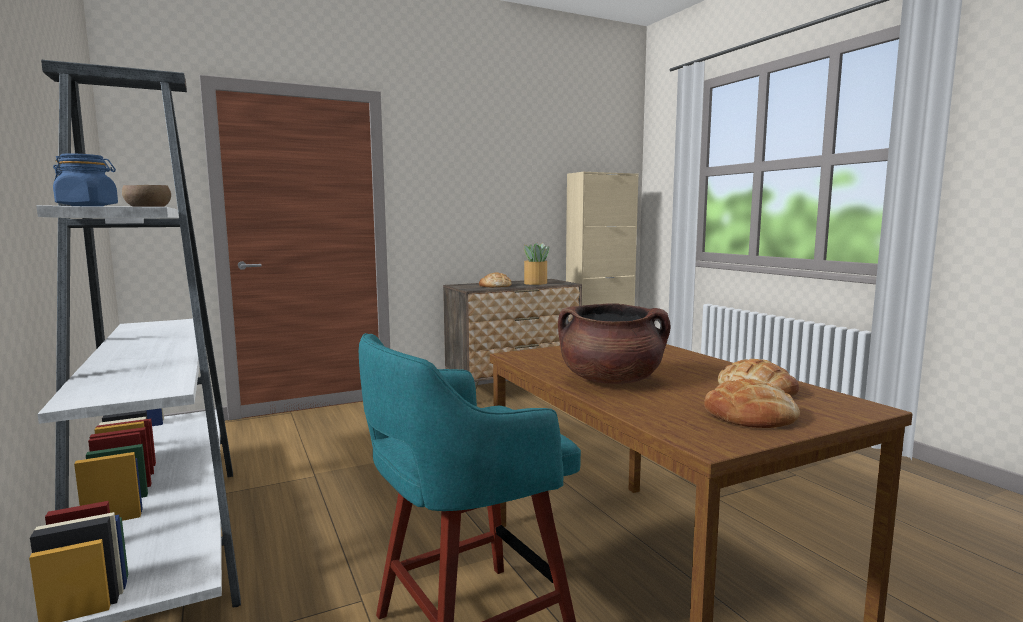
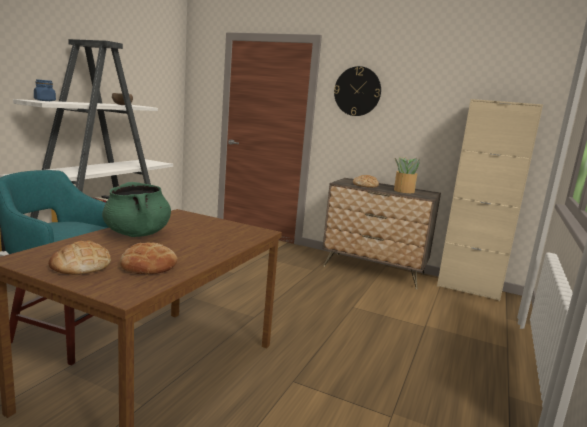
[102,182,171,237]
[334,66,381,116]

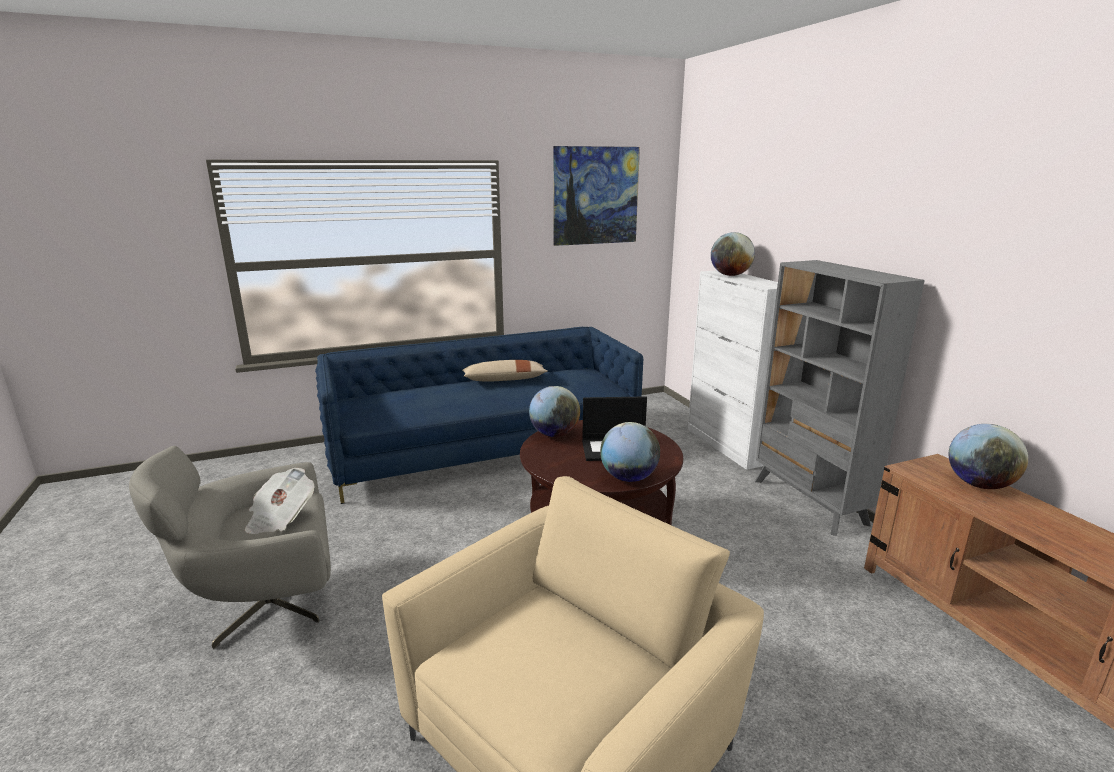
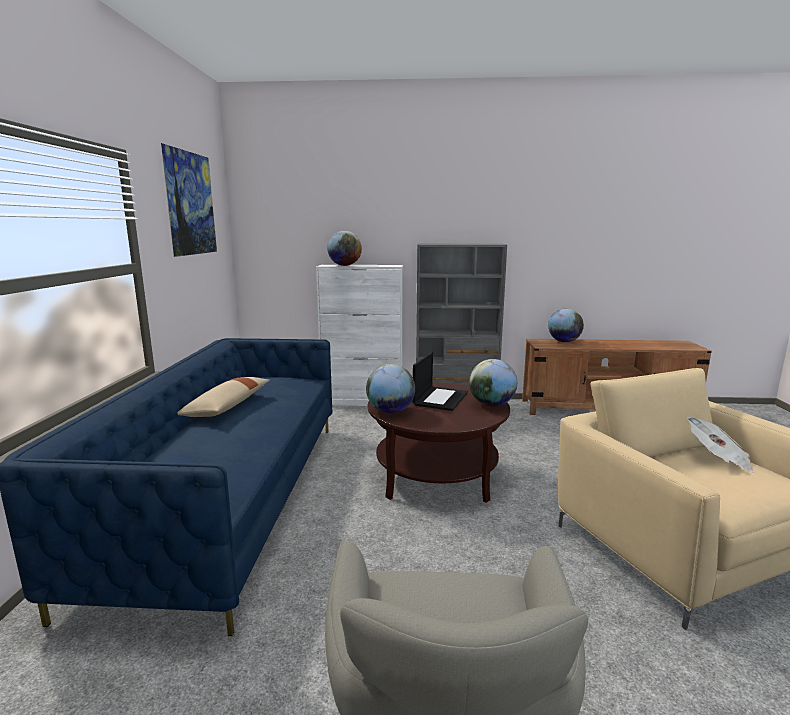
[687,416,754,473]

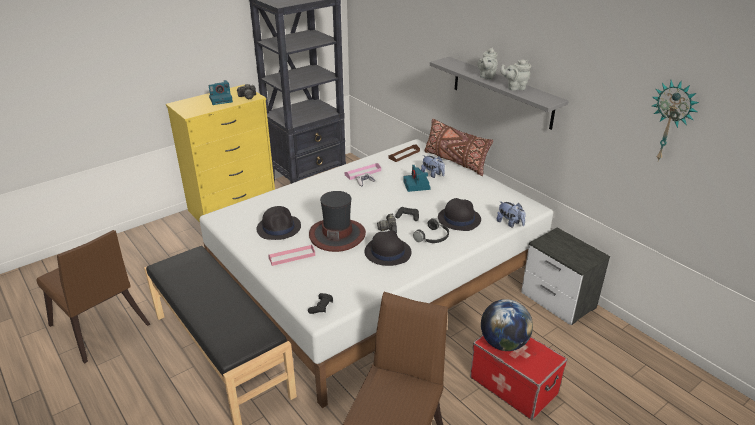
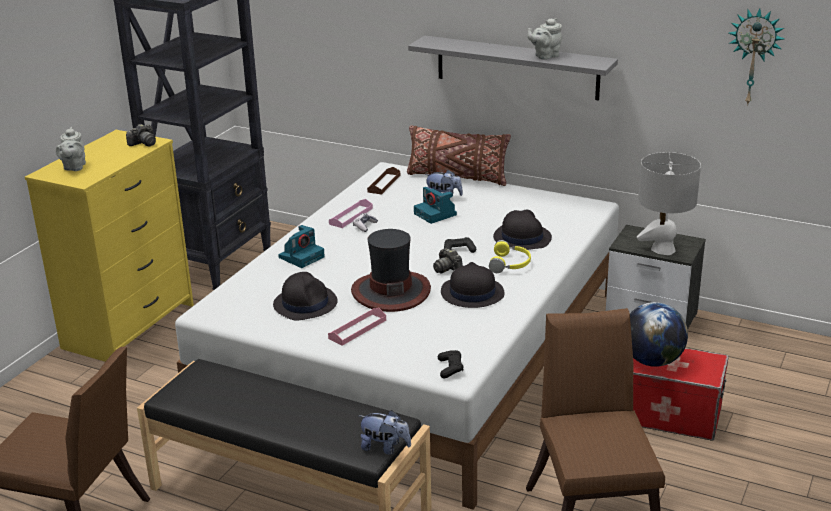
[56,127,86,171]
[278,225,325,268]
[359,410,411,455]
[489,240,531,273]
[637,152,701,255]

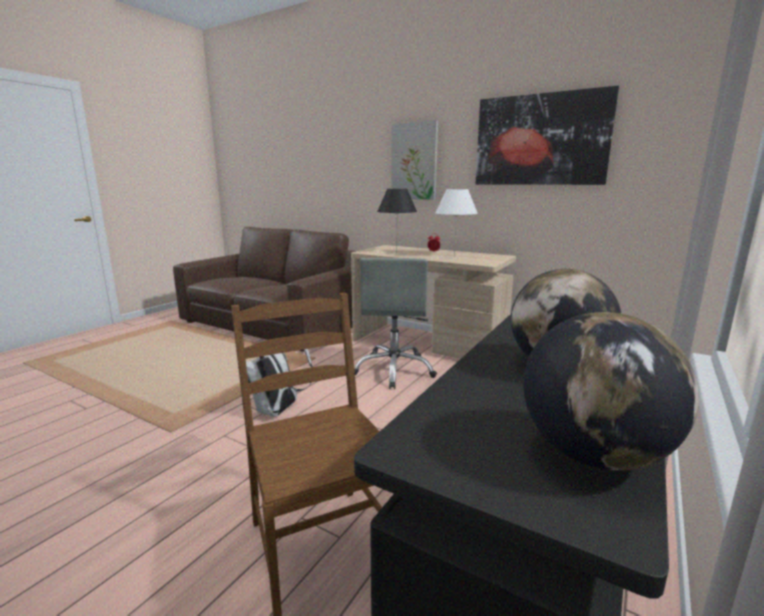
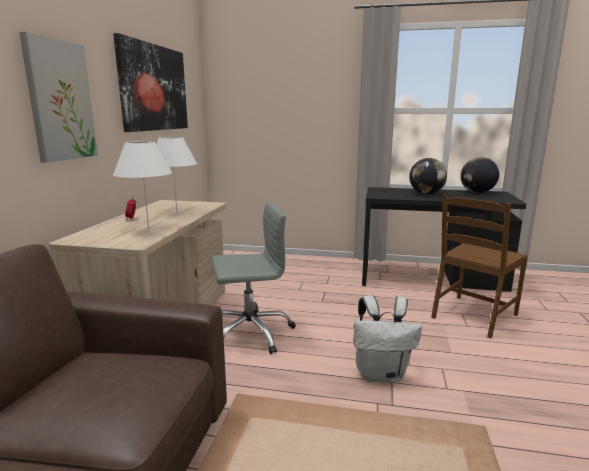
[113,141,172,230]

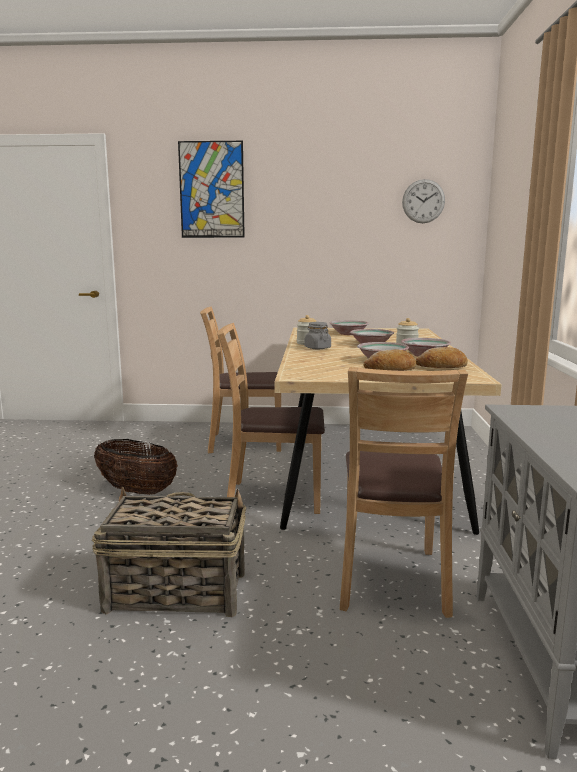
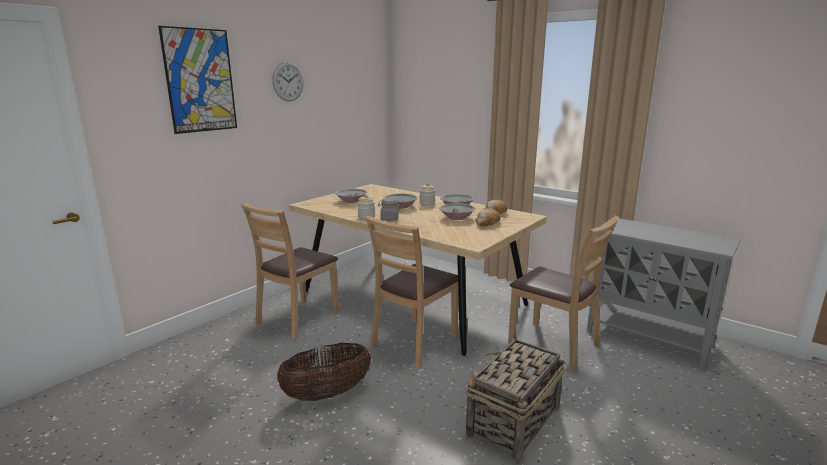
[272,62,304,101]

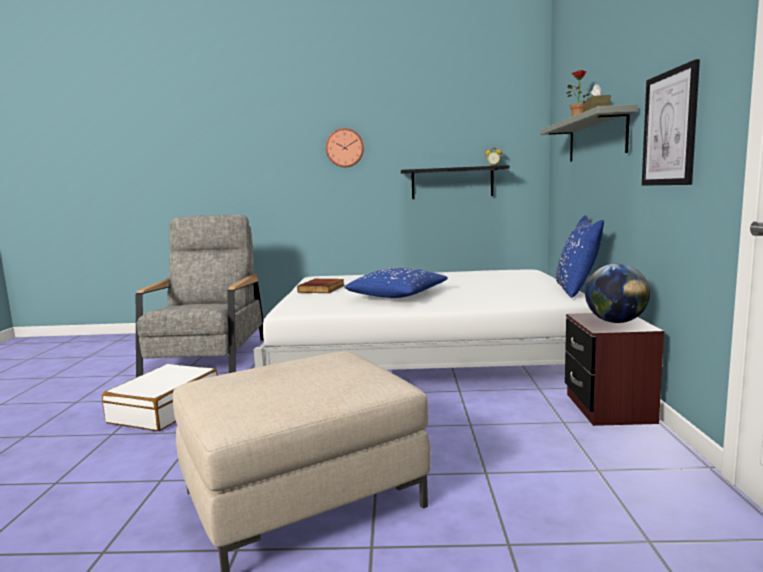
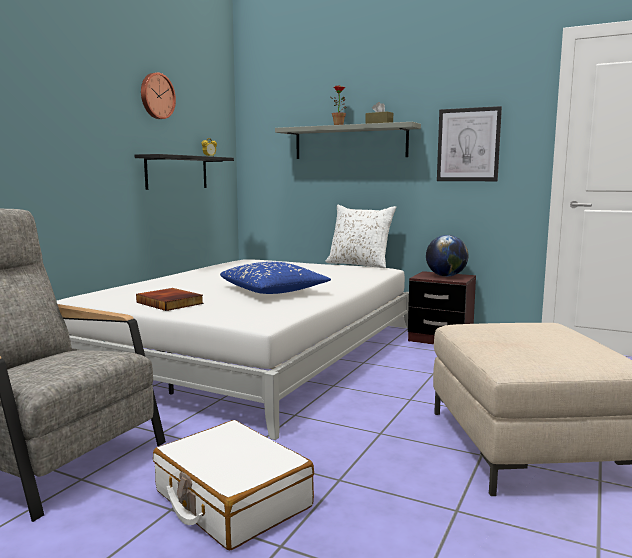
[141,72,176,119]
[325,205,396,268]

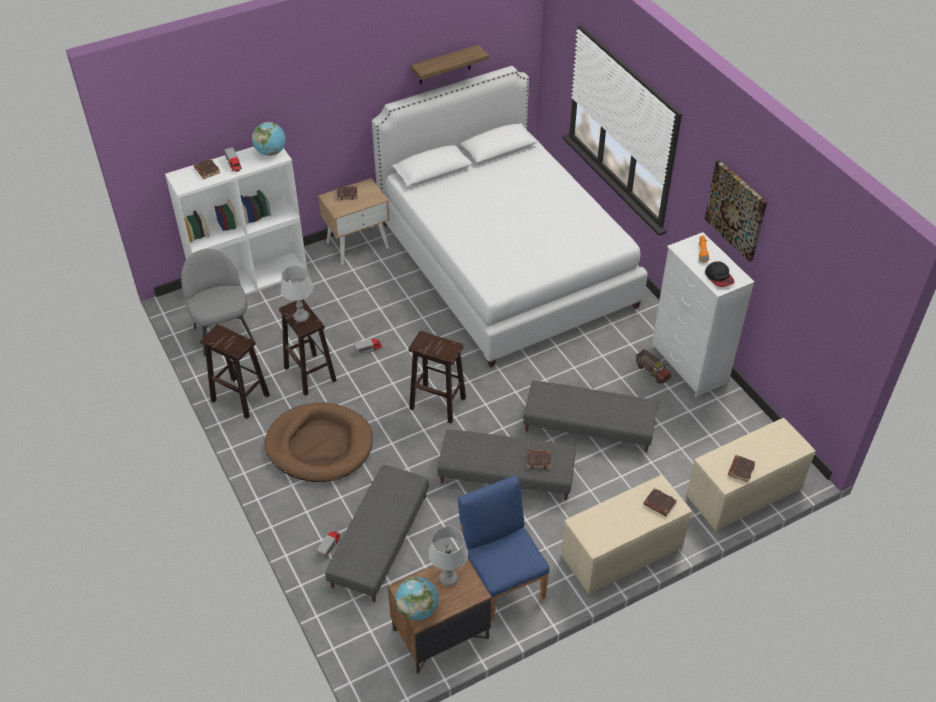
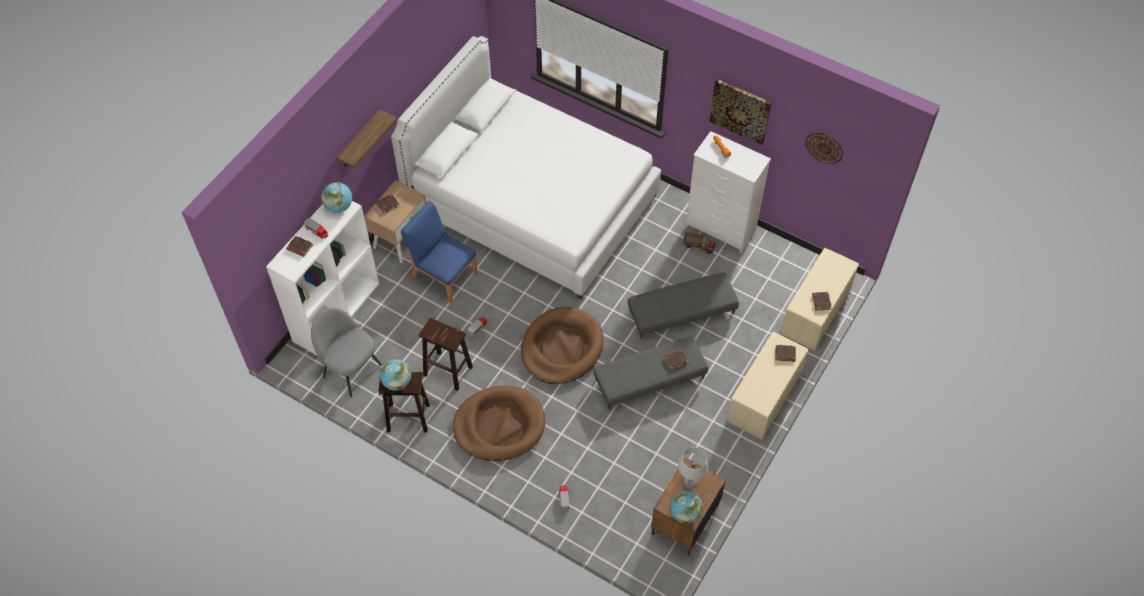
[336,110,397,168]
[380,359,411,390]
[401,201,478,304]
[521,306,604,384]
[805,132,843,164]
[281,266,314,322] (first image)
[325,465,429,602] (first image)
[705,262,735,287] (first image)

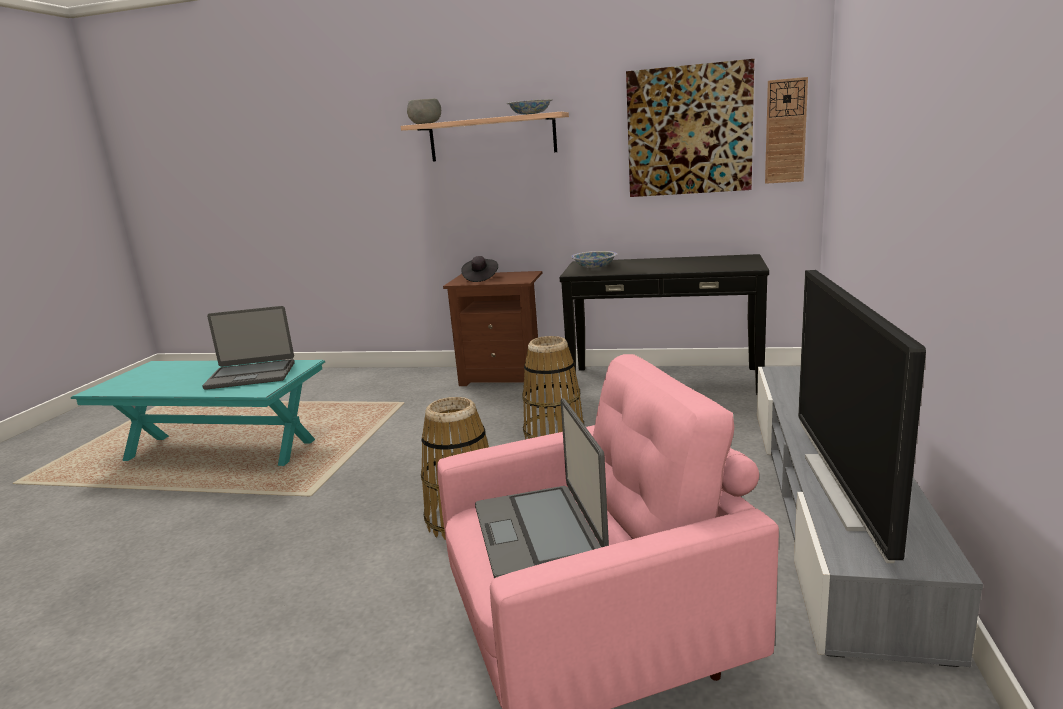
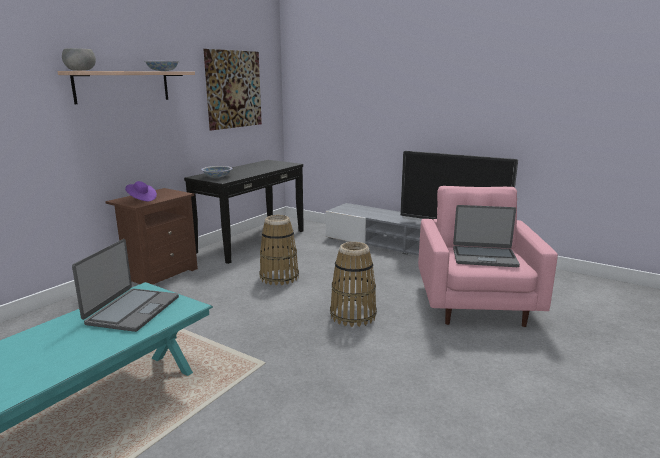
[125,181,157,201]
[765,77,808,184] (first image)

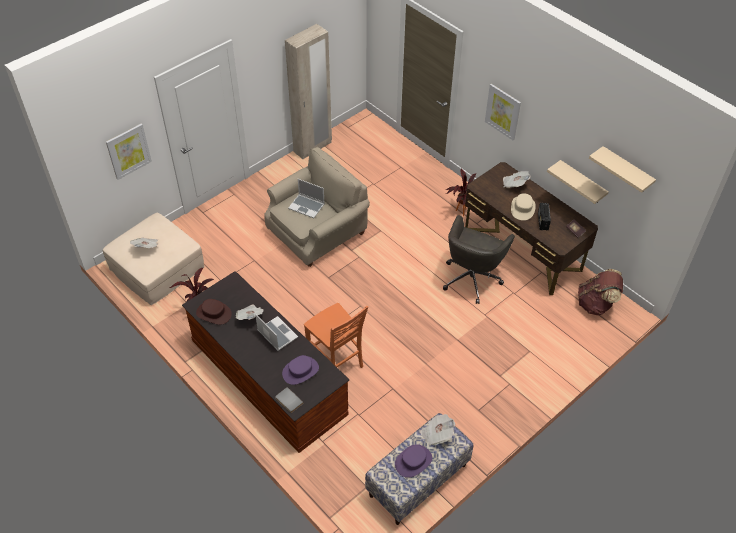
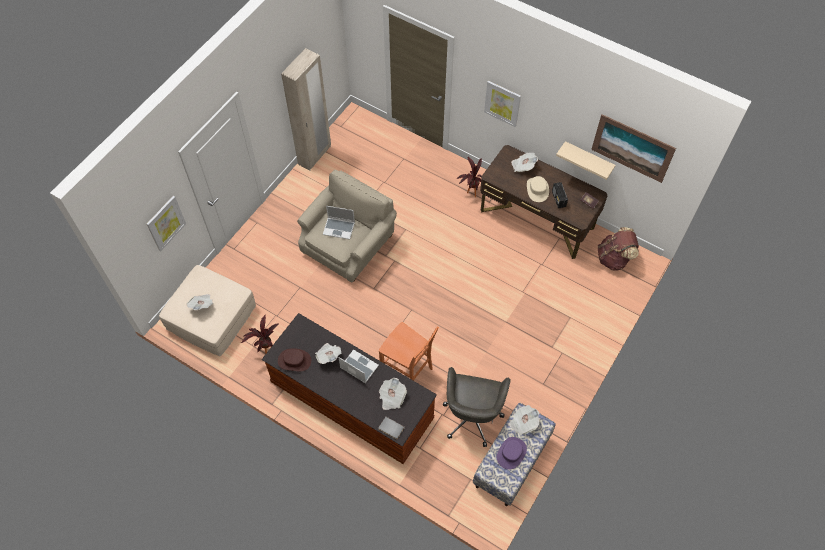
[379,378,407,410]
[443,367,511,447]
[591,114,676,183]

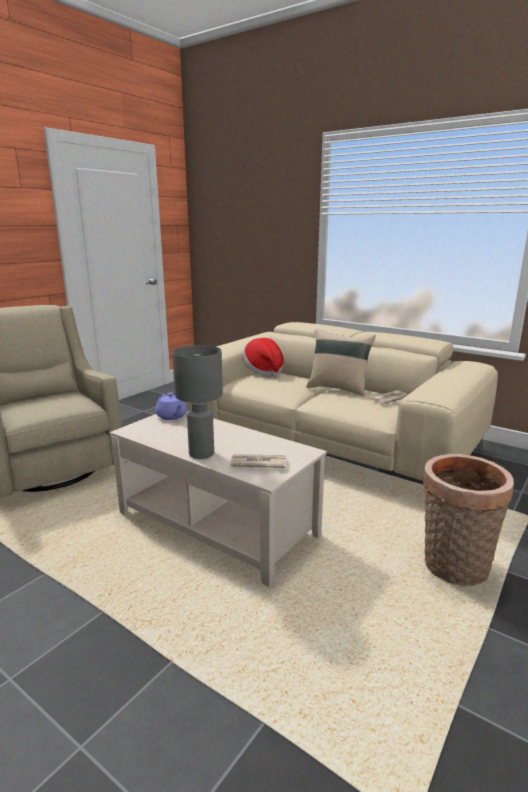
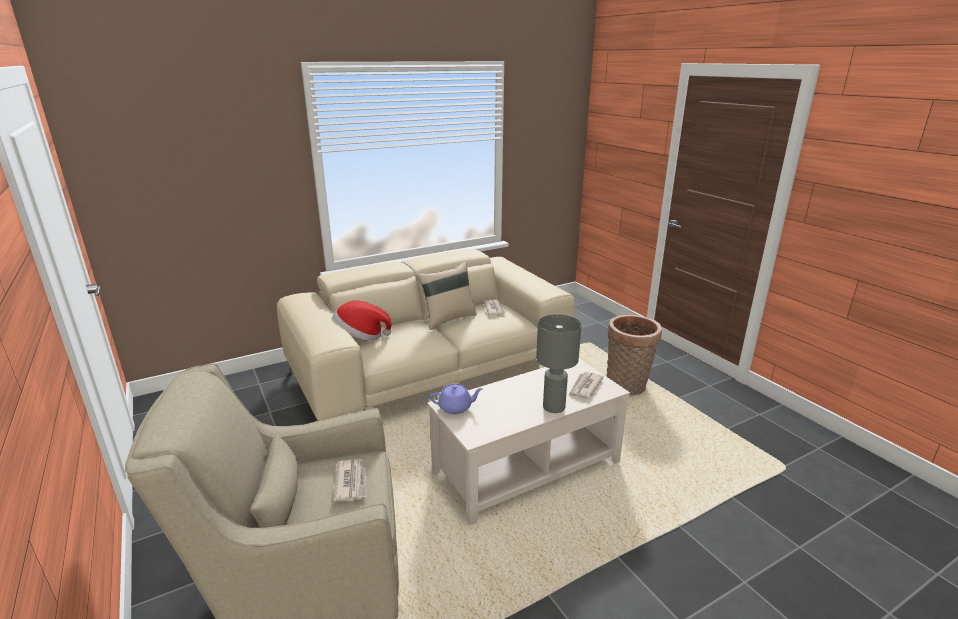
[333,459,367,502]

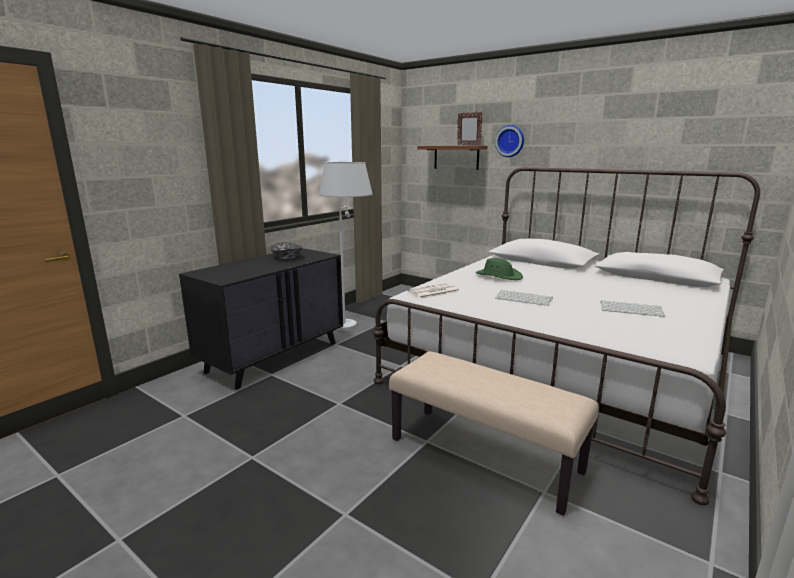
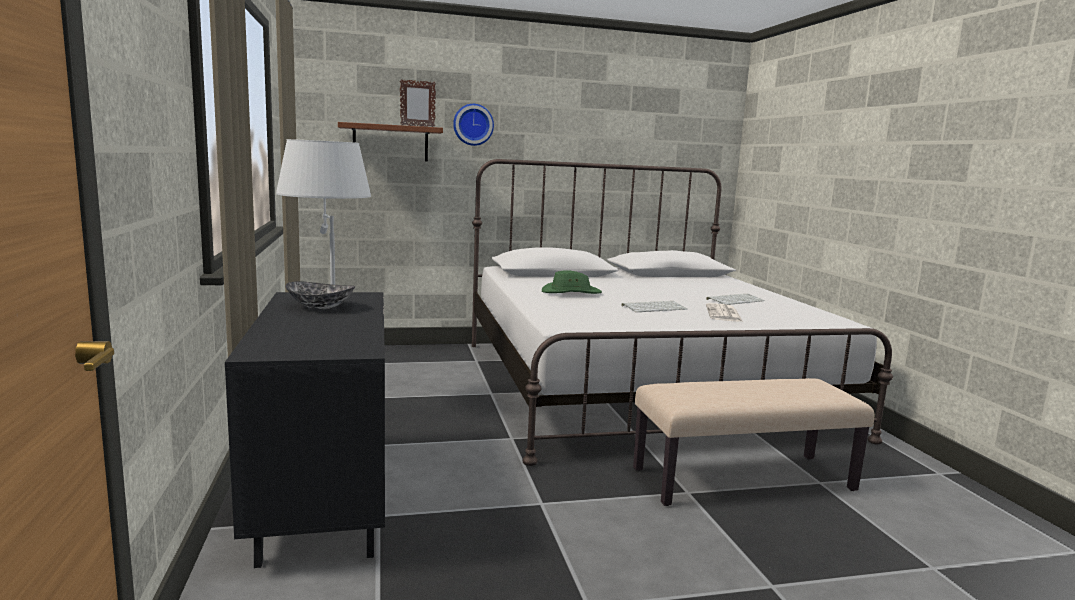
[706,303,743,322]

